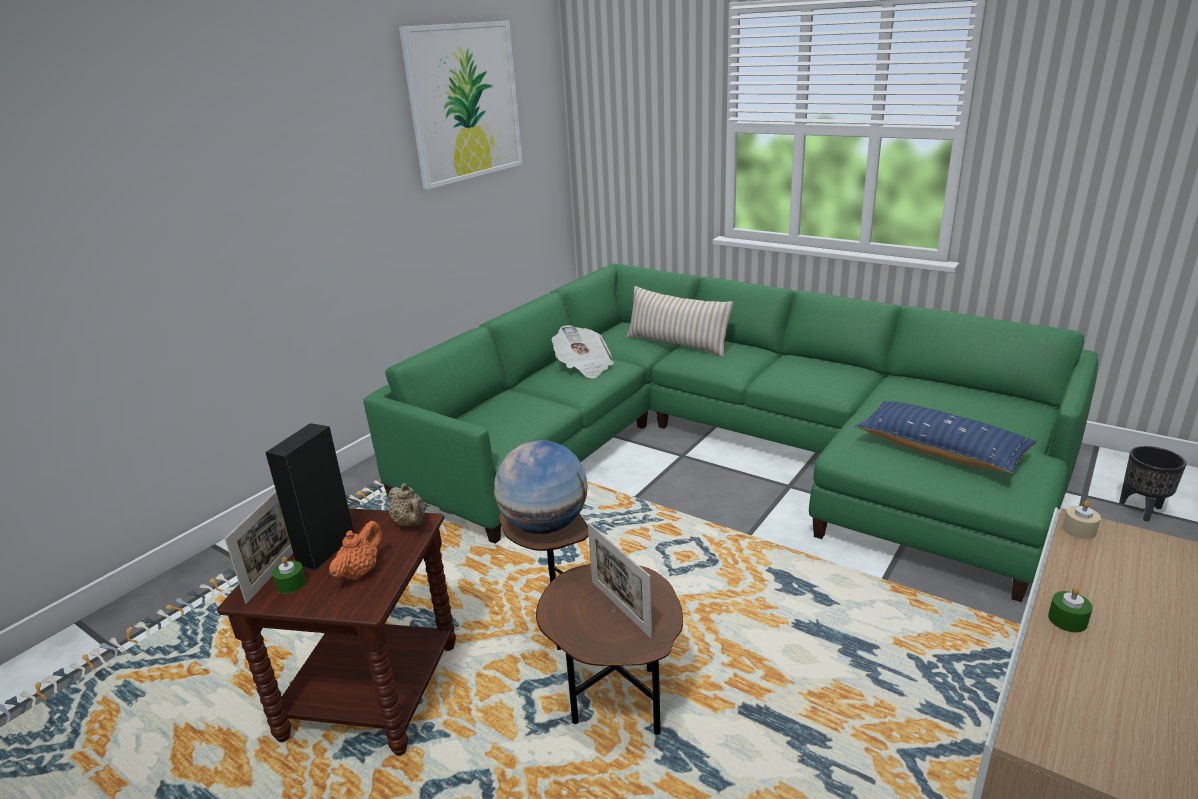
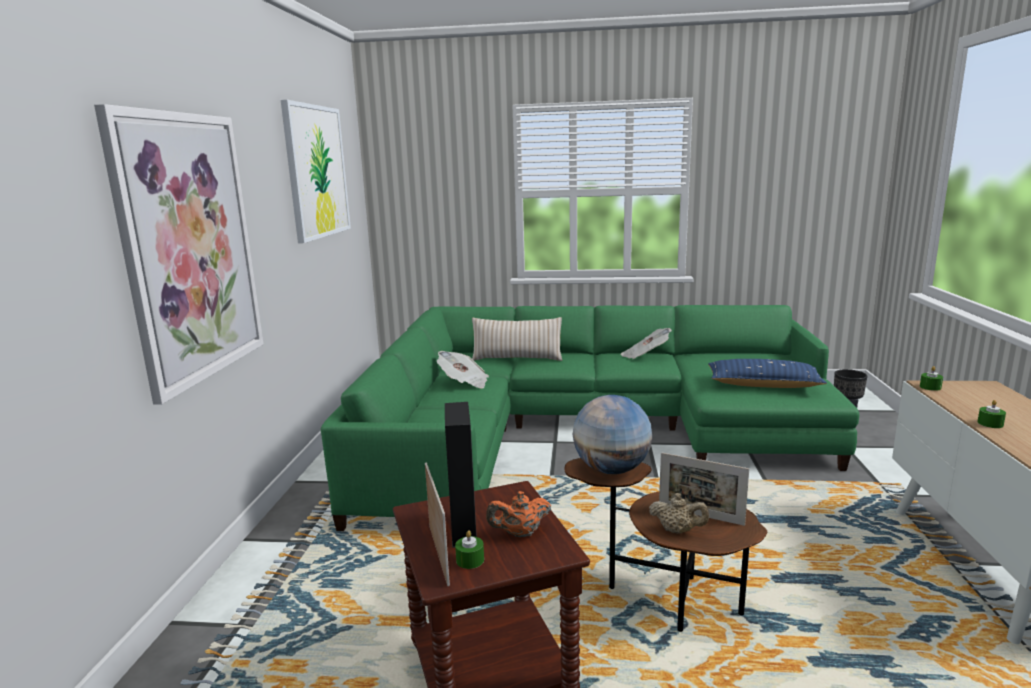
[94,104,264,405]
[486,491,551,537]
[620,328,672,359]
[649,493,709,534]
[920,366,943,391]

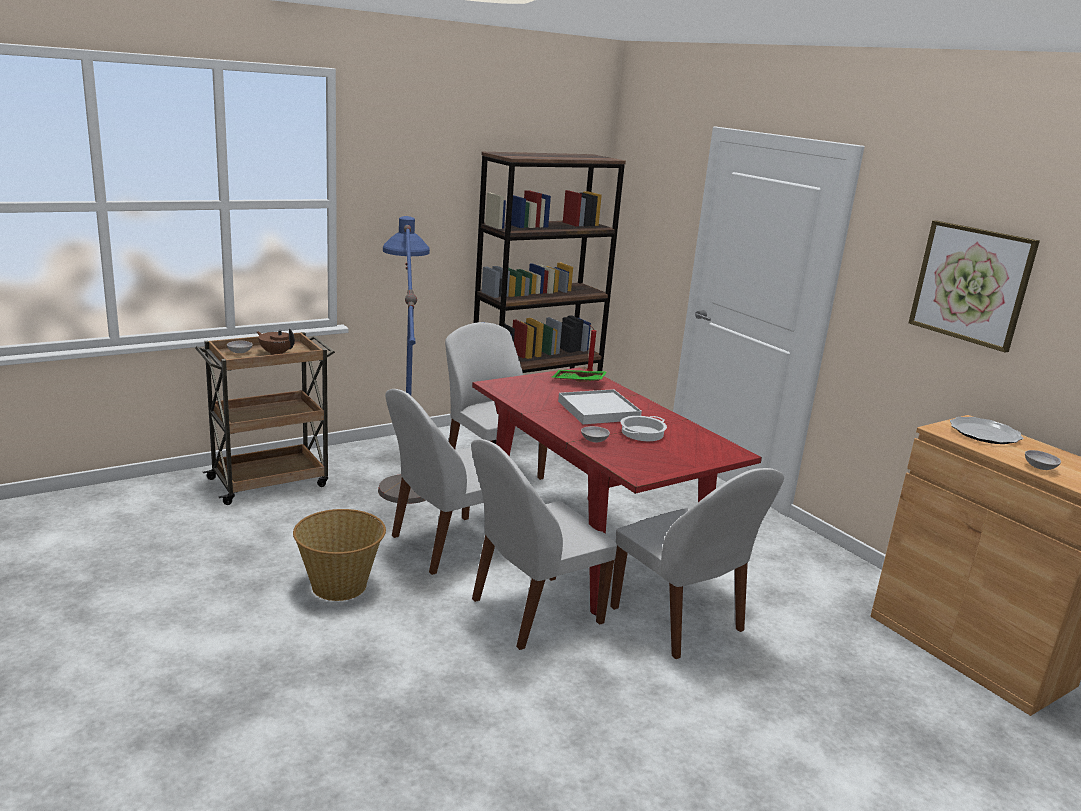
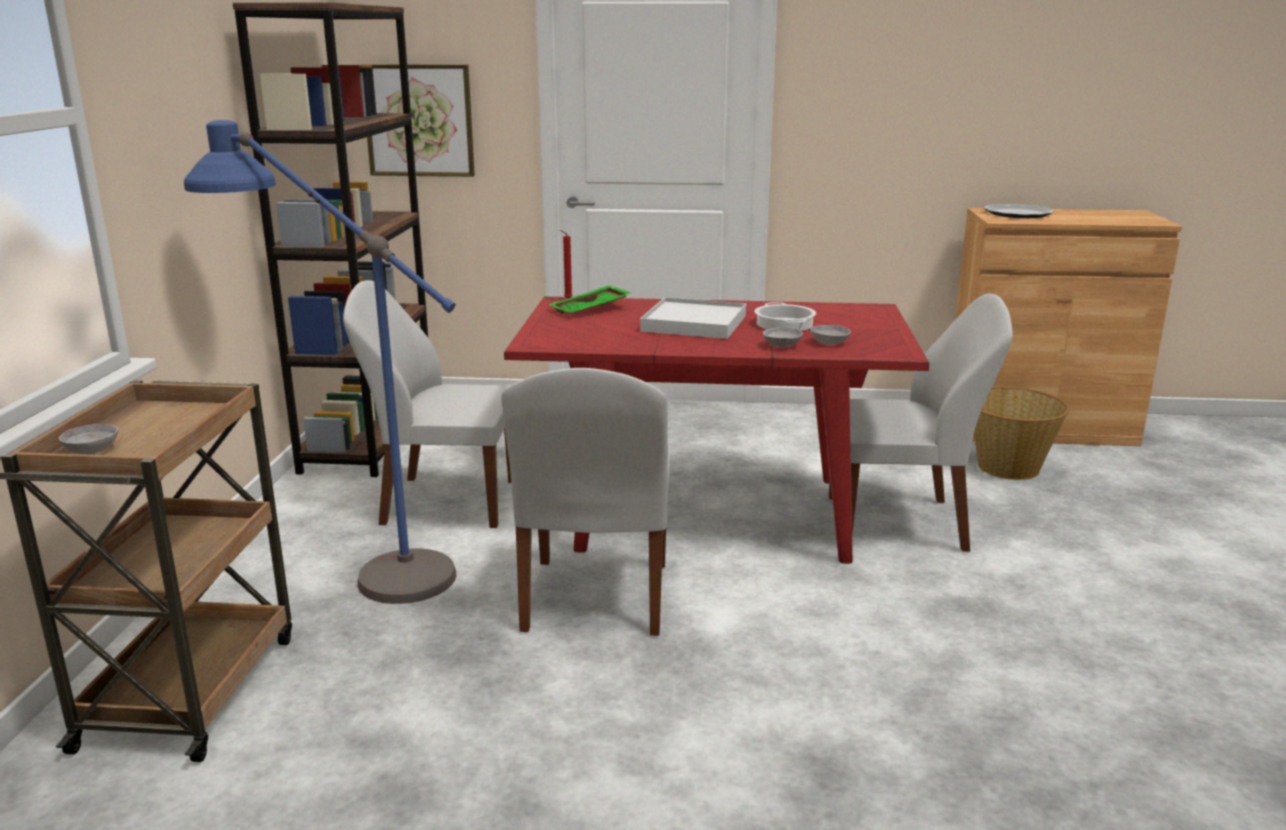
[360,64,475,177]
[810,325,851,345]
[974,386,1070,480]
[256,329,295,355] (first image)
[471,439,617,650] (first image)

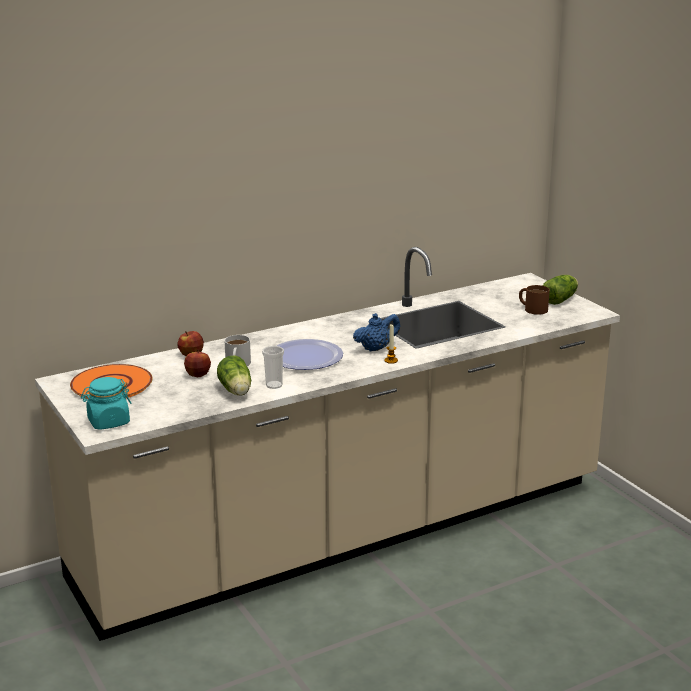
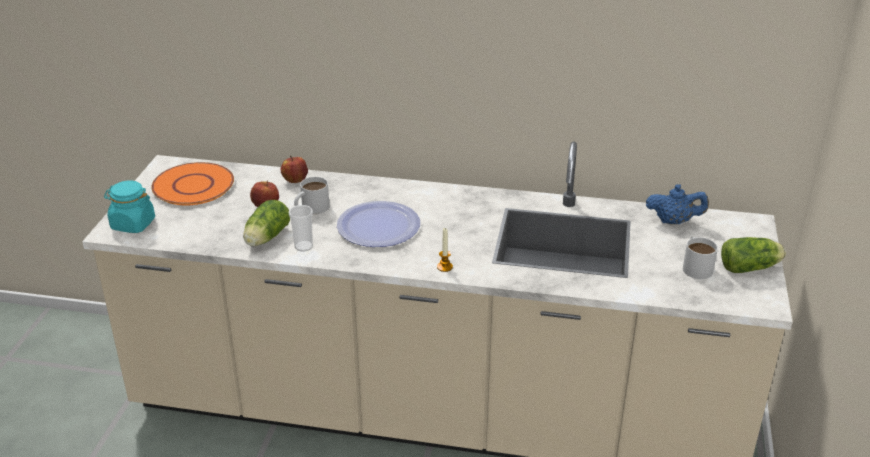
[646,184,709,225]
[683,237,718,279]

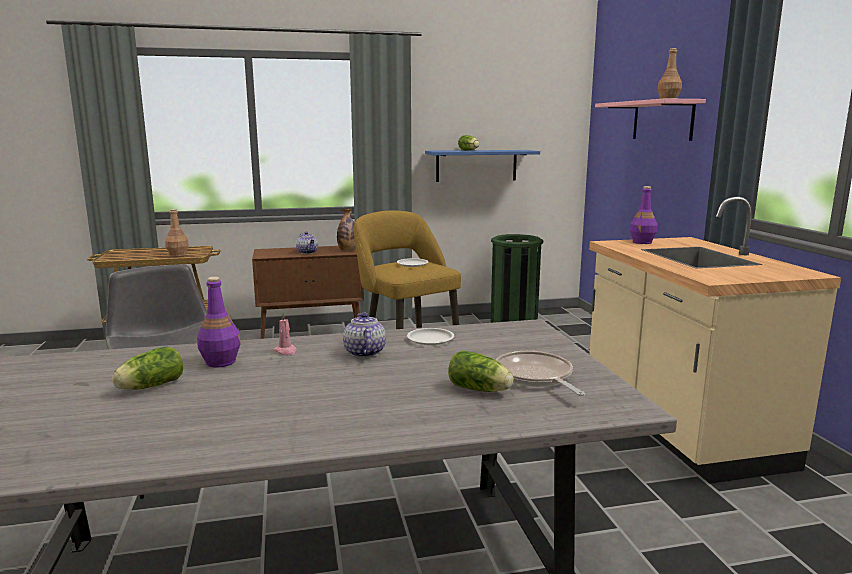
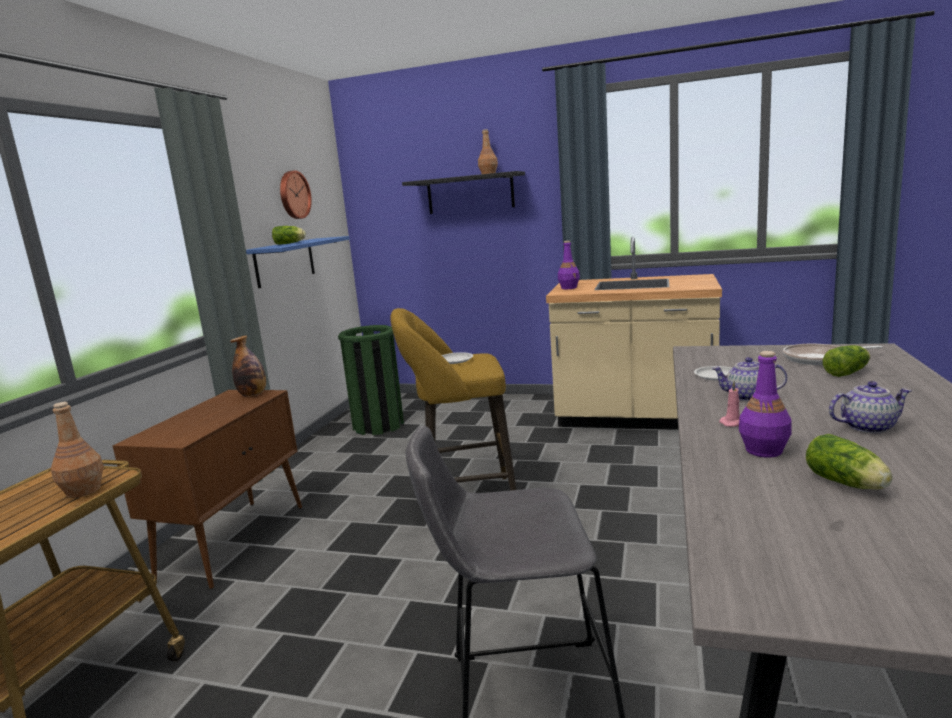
[280,170,312,219]
[402,171,525,214]
[829,381,912,433]

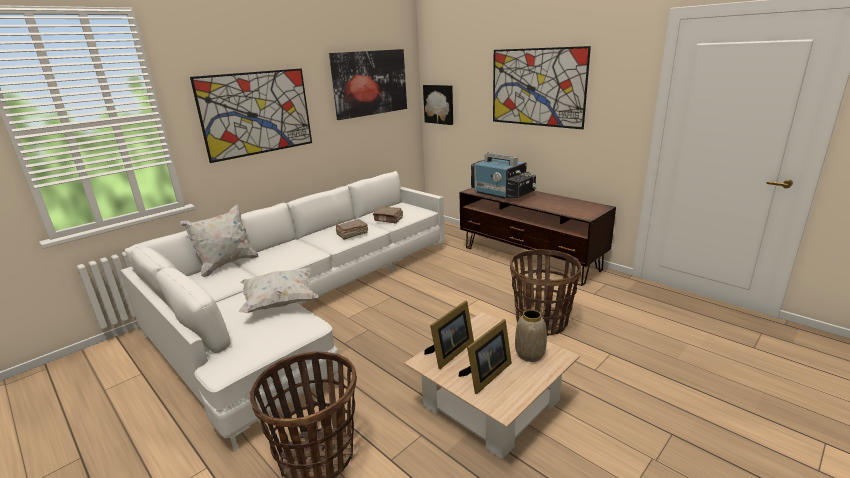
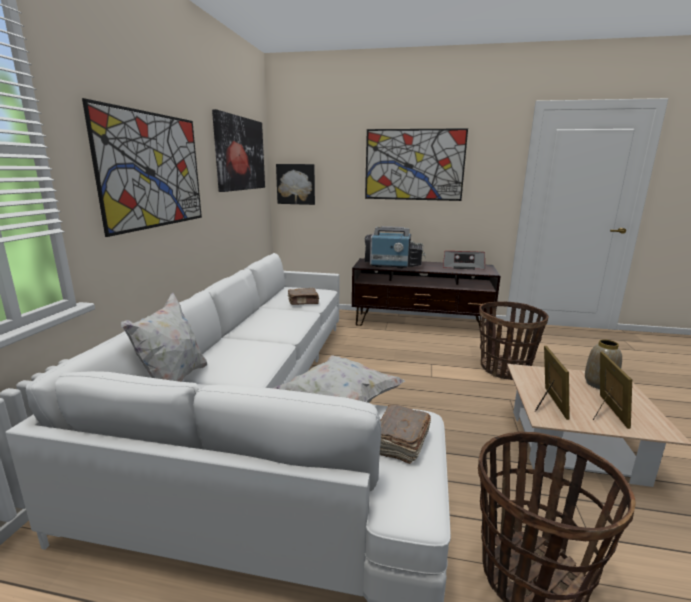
[380,405,431,464]
[443,251,485,269]

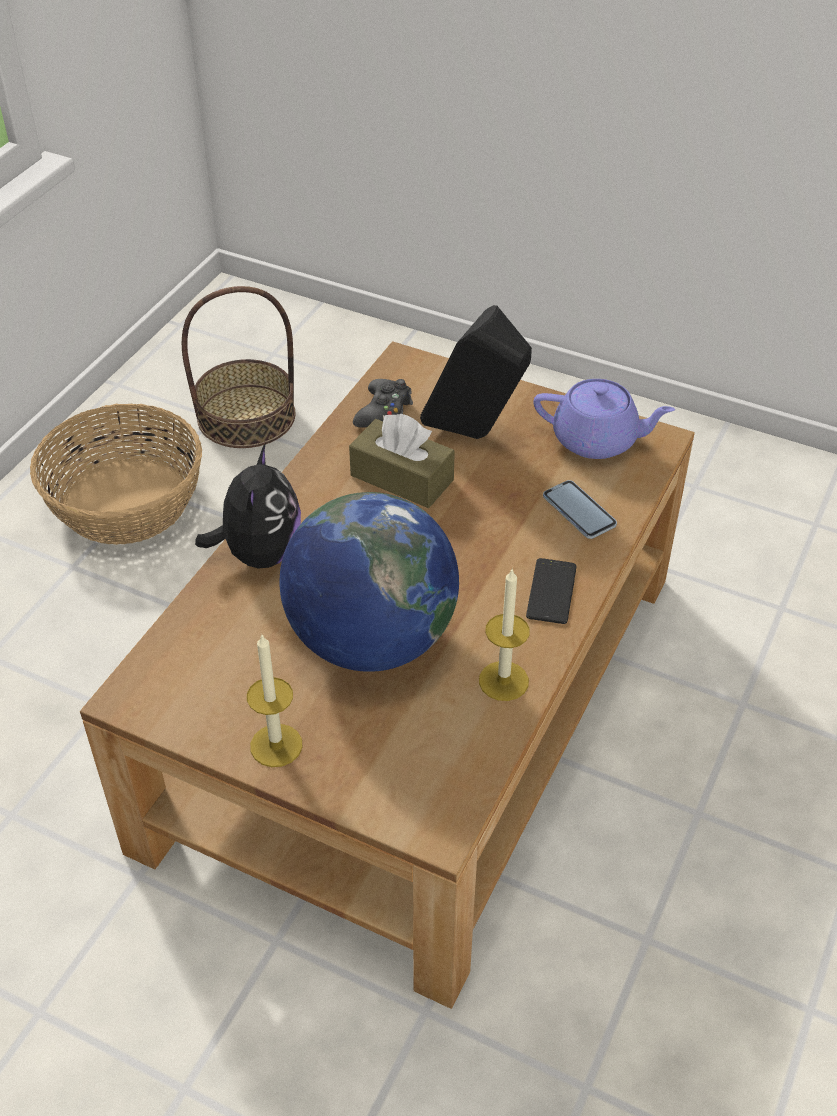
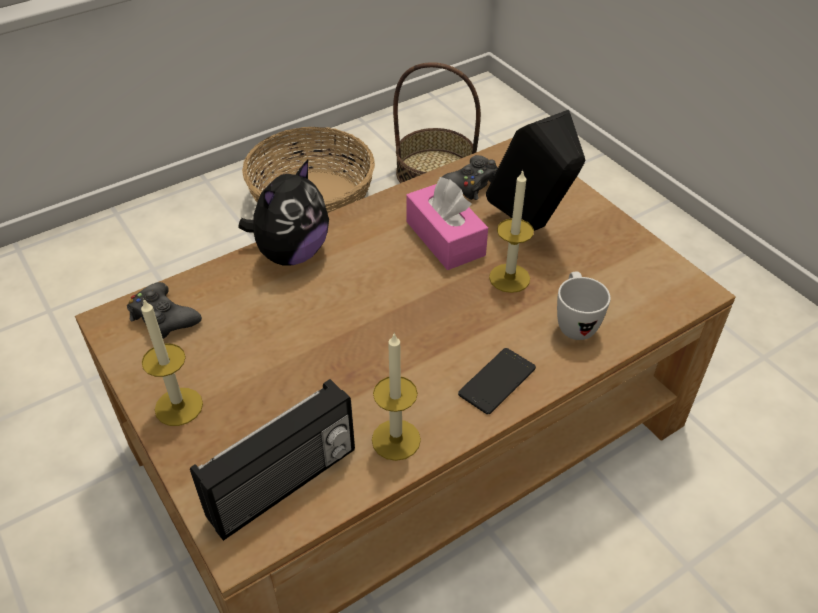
[127,282,202,339]
[190,379,355,541]
[406,177,488,270]
[489,169,534,293]
[557,272,611,340]
[279,492,459,672] (first image)
[534,379,675,459] (first image)

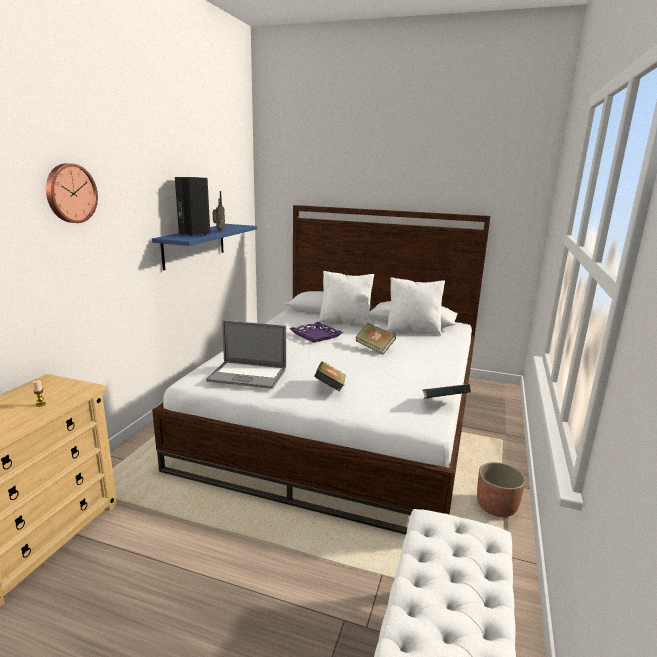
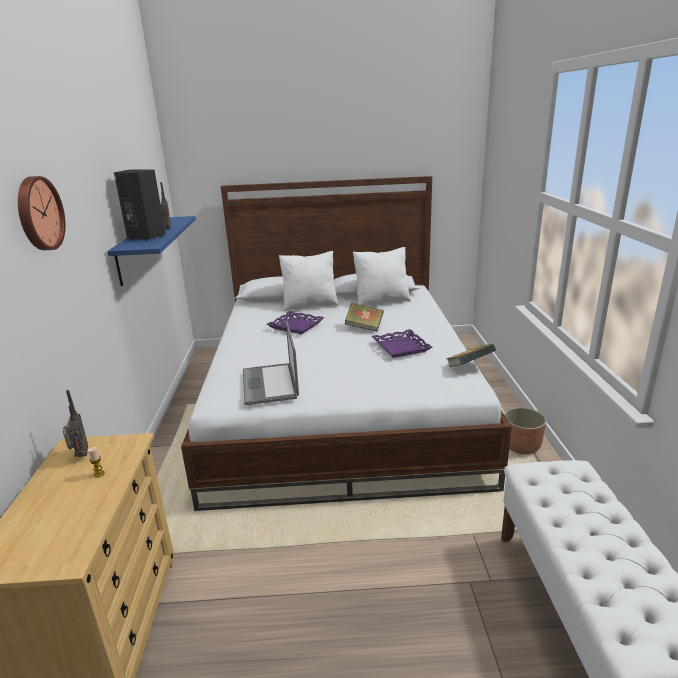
[63,390,88,457]
[243,320,299,405]
[371,329,432,358]
[314,361,346,392] (first image)

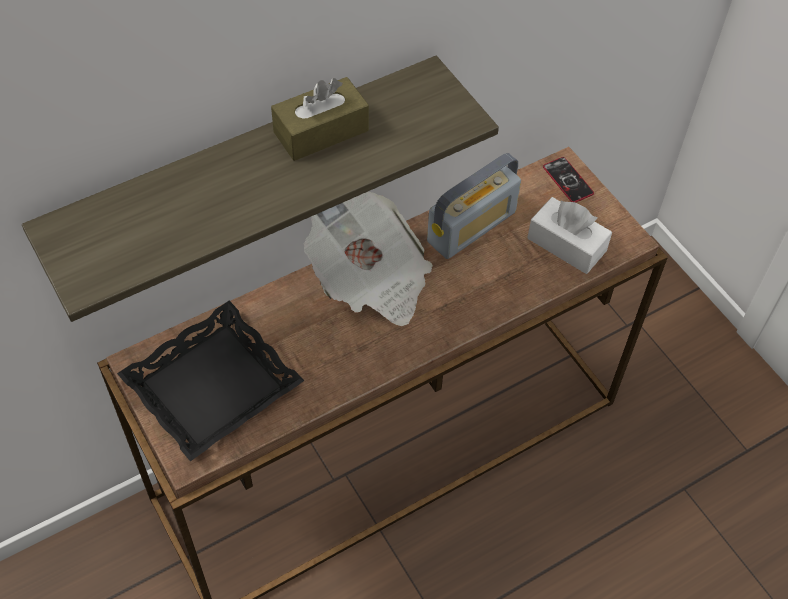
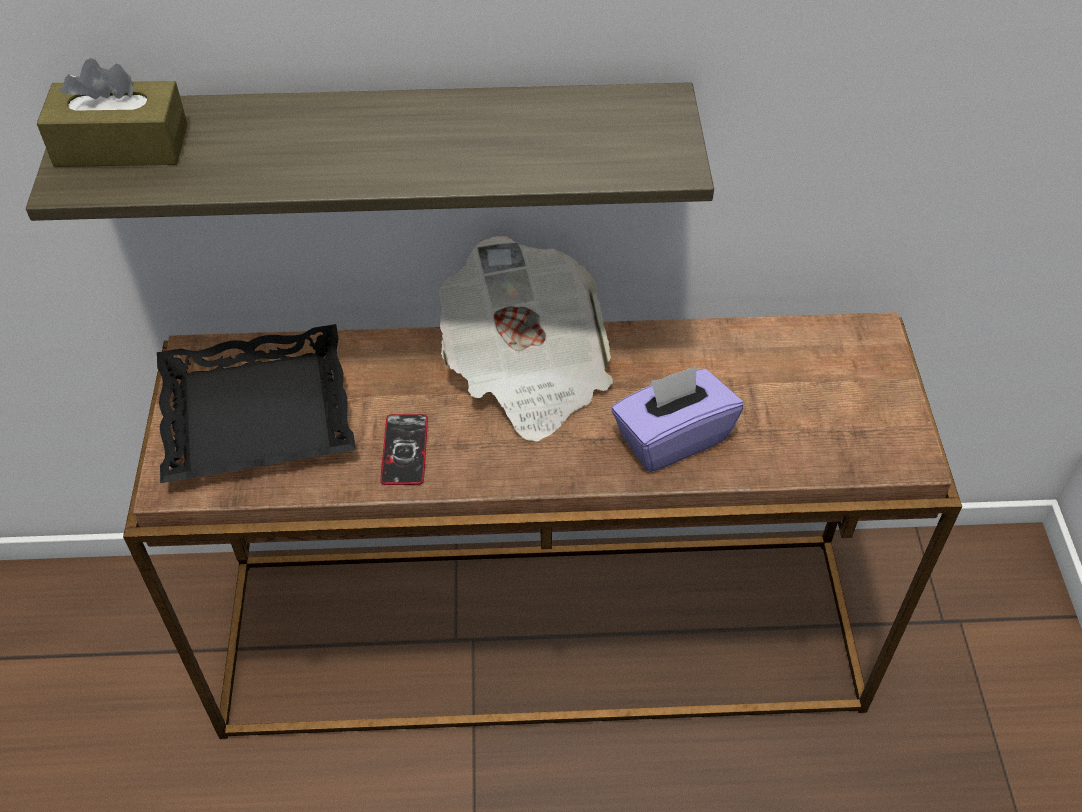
[37,58,188,167]
[381,414,428,485]
[612,366,743,472]
[427,153,521,259] (first image)
[527,197,612,274] (first image)

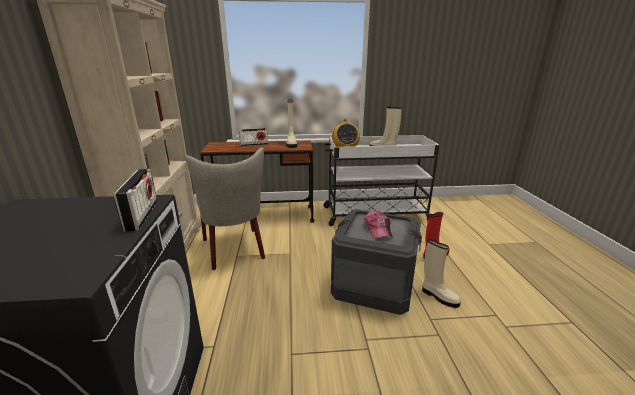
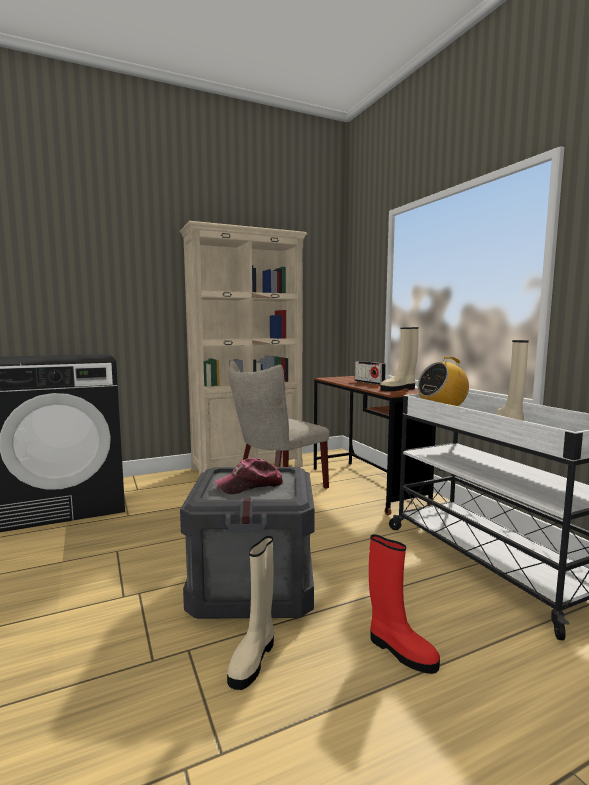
[114,169,157,232] (first image)

